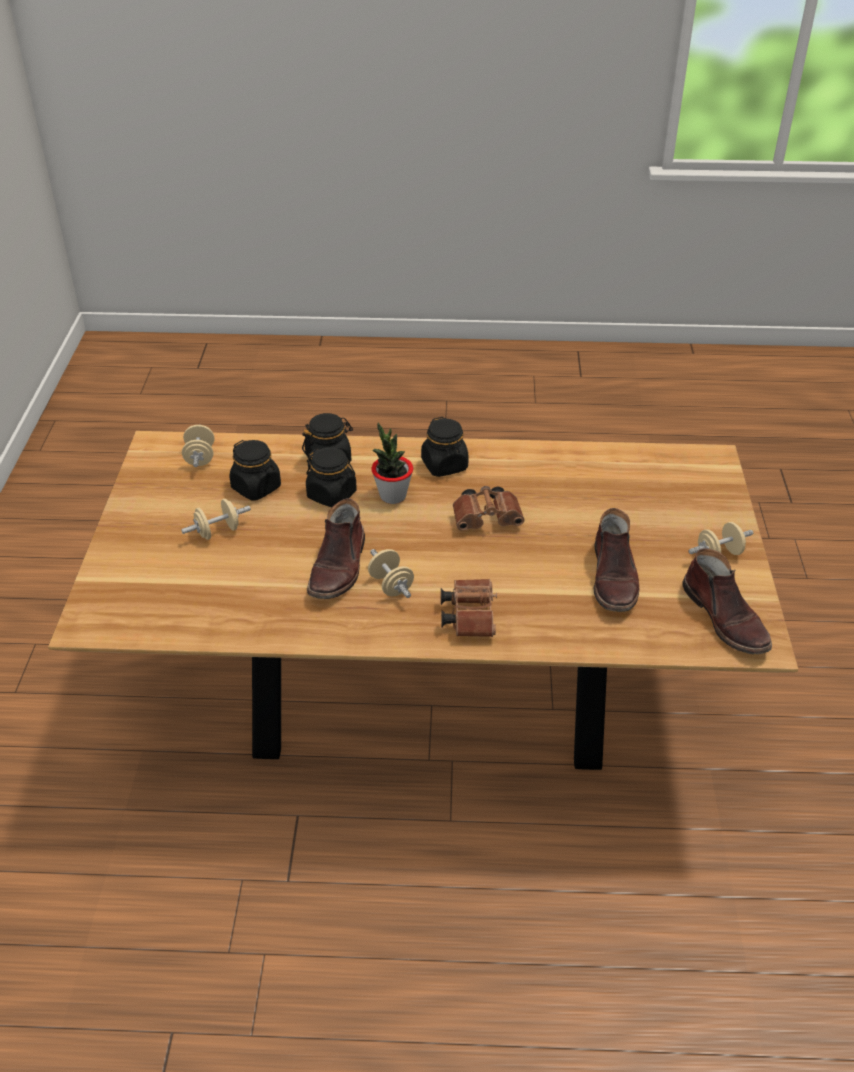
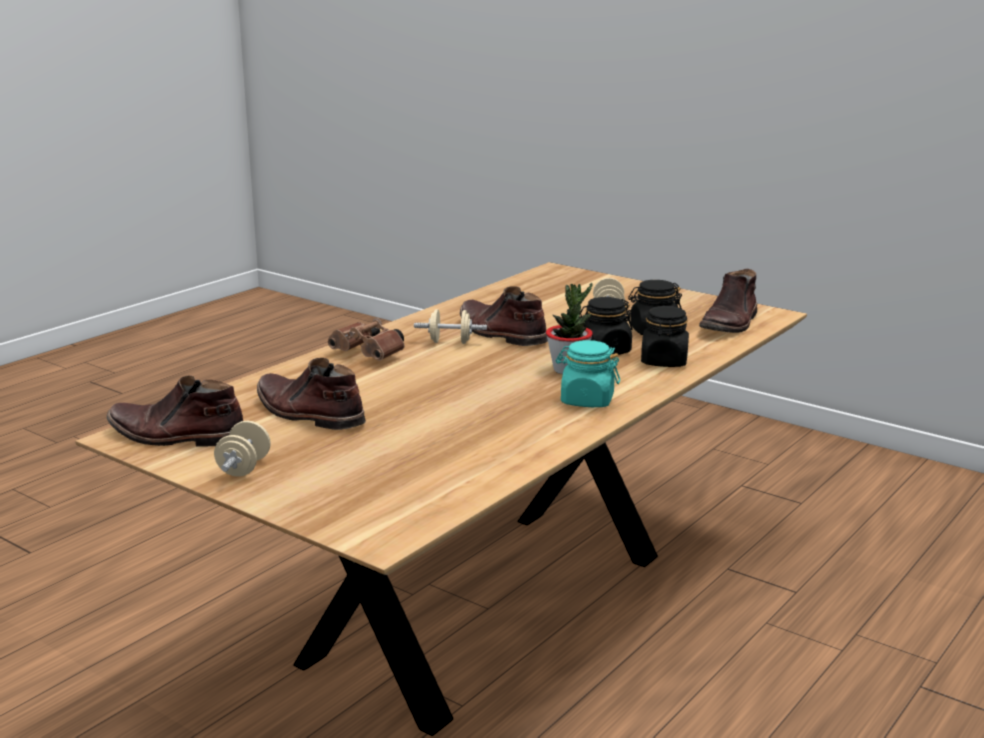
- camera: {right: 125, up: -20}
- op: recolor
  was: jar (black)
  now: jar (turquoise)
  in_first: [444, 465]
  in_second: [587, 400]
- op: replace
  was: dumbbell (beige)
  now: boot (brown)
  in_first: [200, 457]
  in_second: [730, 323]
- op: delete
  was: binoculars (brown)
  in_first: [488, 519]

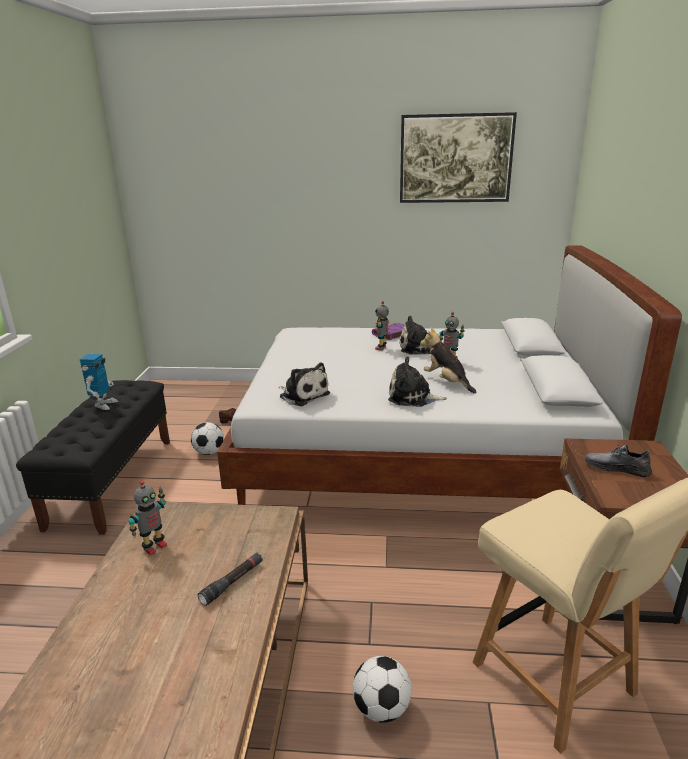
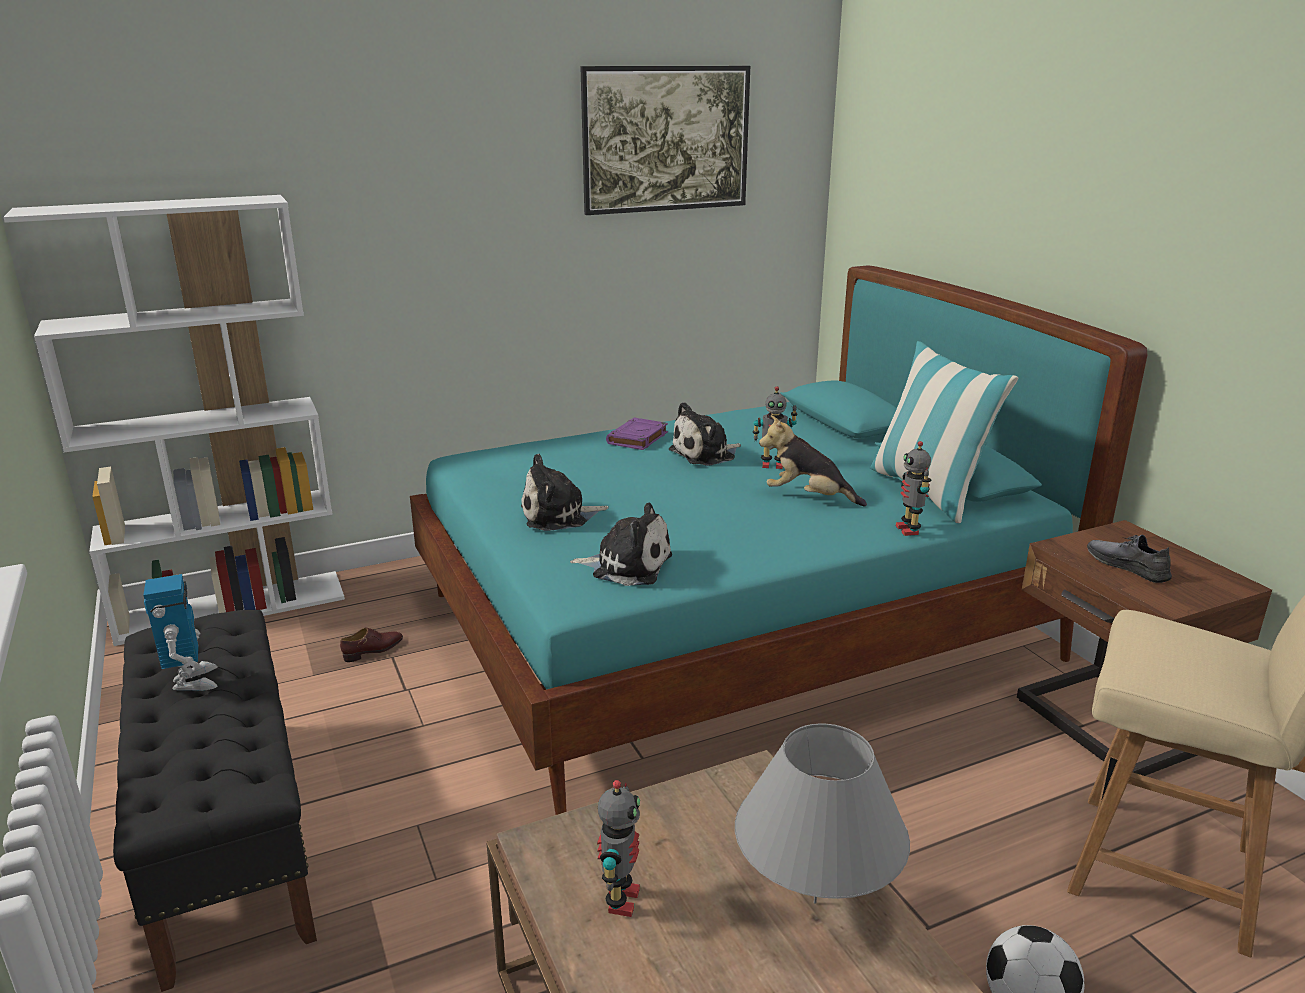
- camera: {right: -30, up: 0}
- op: insert
  now: bookcase (white)
  in_second: [233, 607]
- op: recolor
  was: bed (white)
  now: bed (turquoise)
  in_first: [418, 456]
  in_second: [733, 629]
- op: move
  was: plush toy
  in_first: [412, 397]
  in_second: [559, 516]
- op: replace
  was: flashlight (black)
  now: table lamp (grey)
  in_first: [232, 582]
  in_second: [815, 902]
- op: insert
  now: pillow
  in_second: [928, 492]
- op: move
  was: toy robot
  in_first: [381, 348]
  in_second: [909, 530]
- op: rotate
  was: shoe (grey)
  in_first: [616, 468]
  in_second: [1127, 566]
  clockwise: 60
- op: delete
  was: football
  in_first: [209, 452]

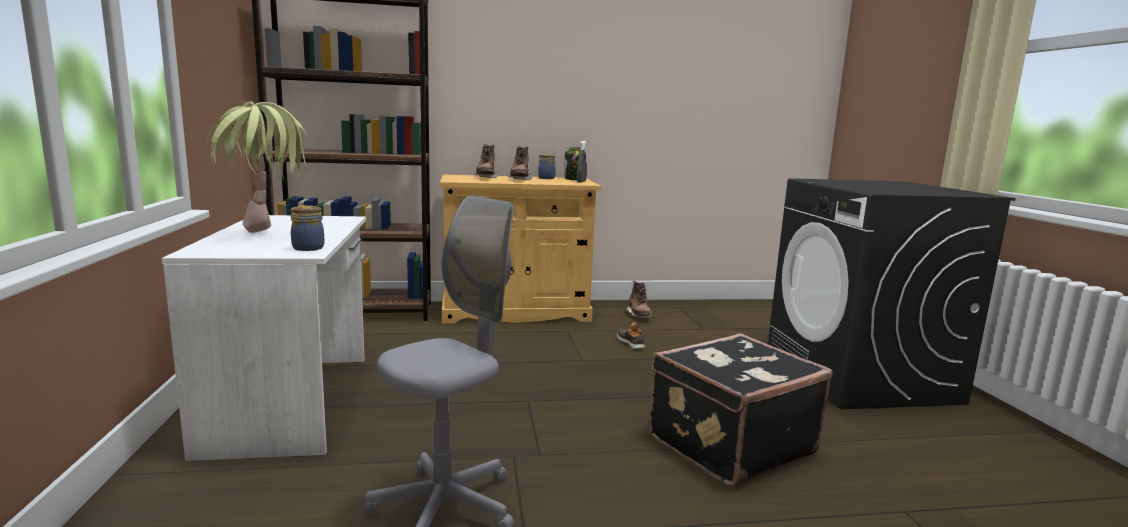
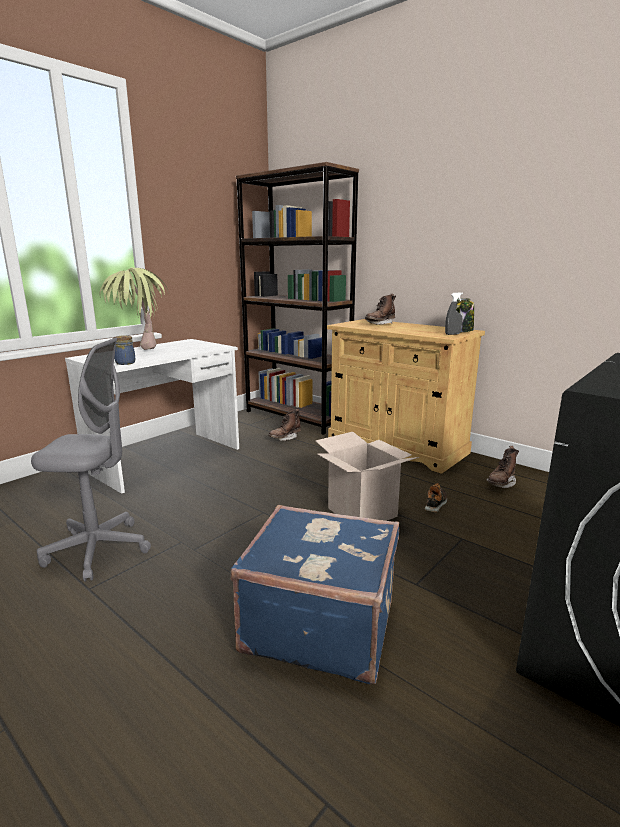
- camera: {right: 50, up: 5}
- op: recolor
  was: suitcase (black)
  now: suitcase (blue)
  in_first: [728, 443]
  in_second: [320, 623]
- op: move
  was: boot (brown)
  in_first: [519, 180]
  in_second: [285, 438]
- op: insert
  now: cardboard box
  in_second: [362, 512]
- op: delete
  was: jar
  in_first: [546, 178]

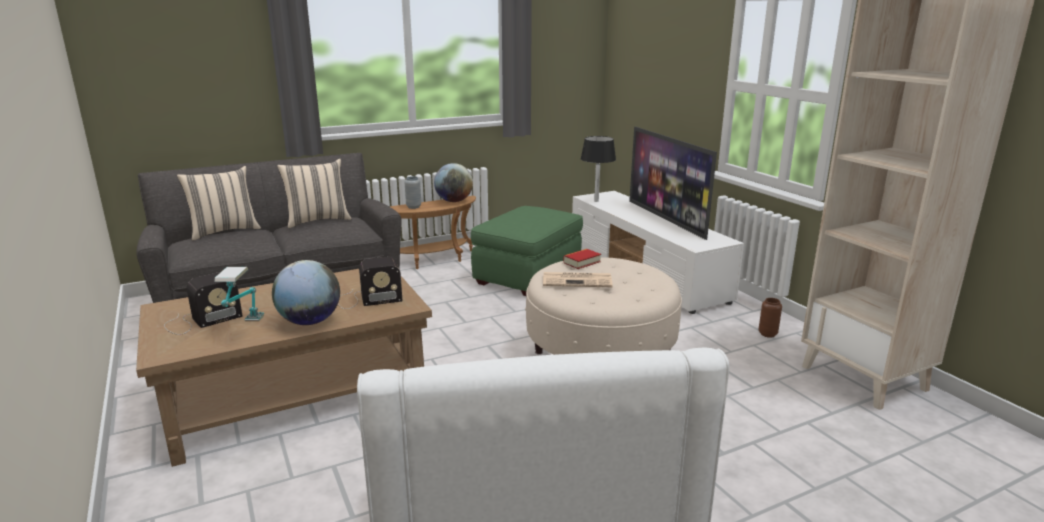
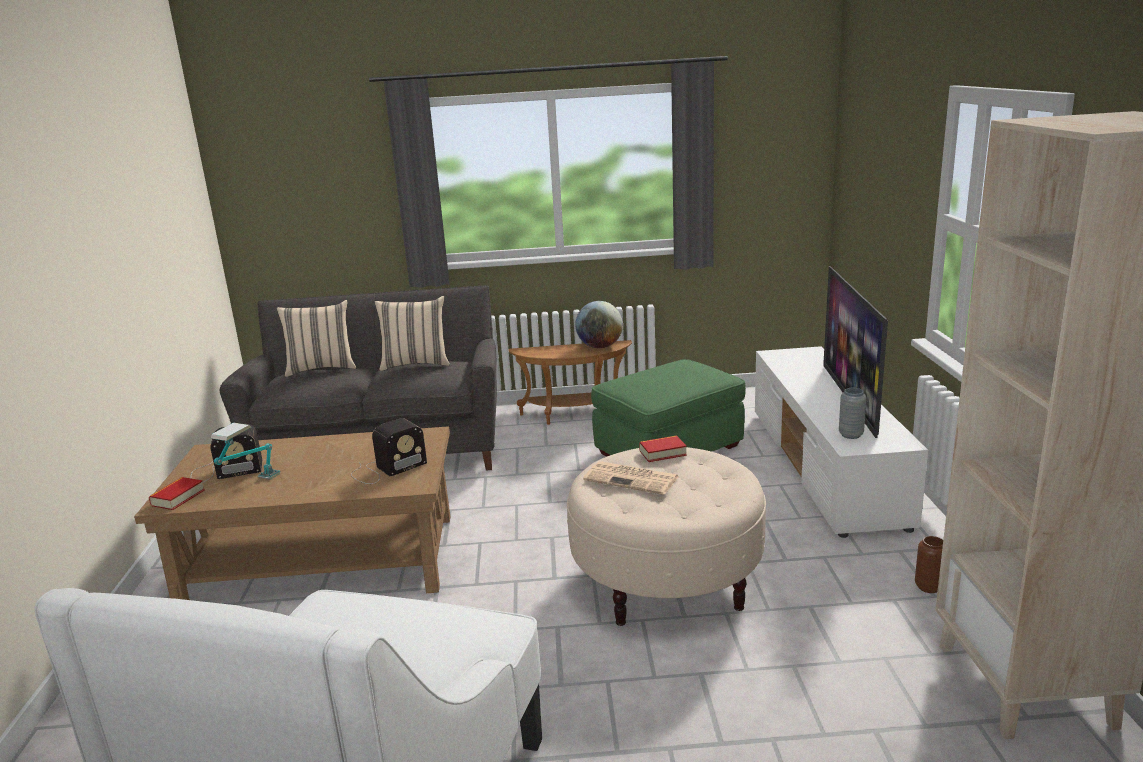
- camera: {right: 25, up: 0}
- op: insert
  now: book
  in_second: [178, 498]
- op: rotate
  was: radio
  in_first: [367, 299]
  in_second: [386, 469]
  clockwise: -45
- op: move
  was: vase (grey)
  in_first: [413, 207]
  in_second: [851, 435]
- op: delete
  was: globe
  in_first: [309, 322]
- op: delete
  was: table lamp (black)
  in_first: [596, 201]

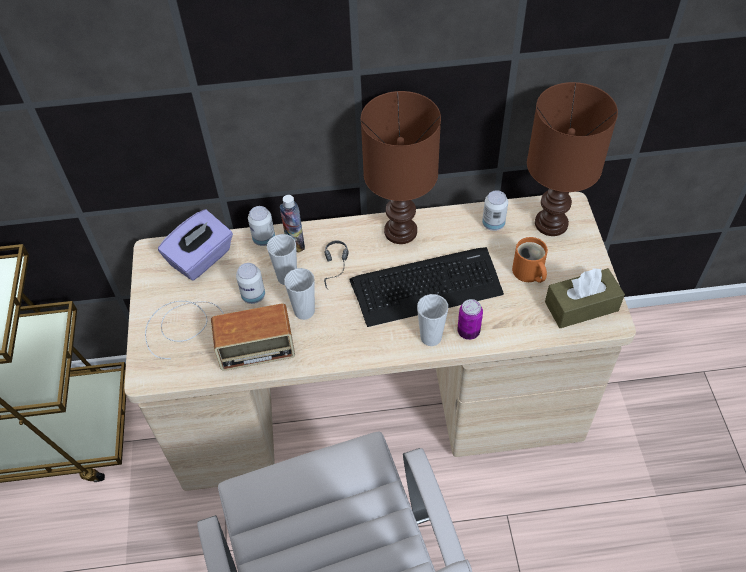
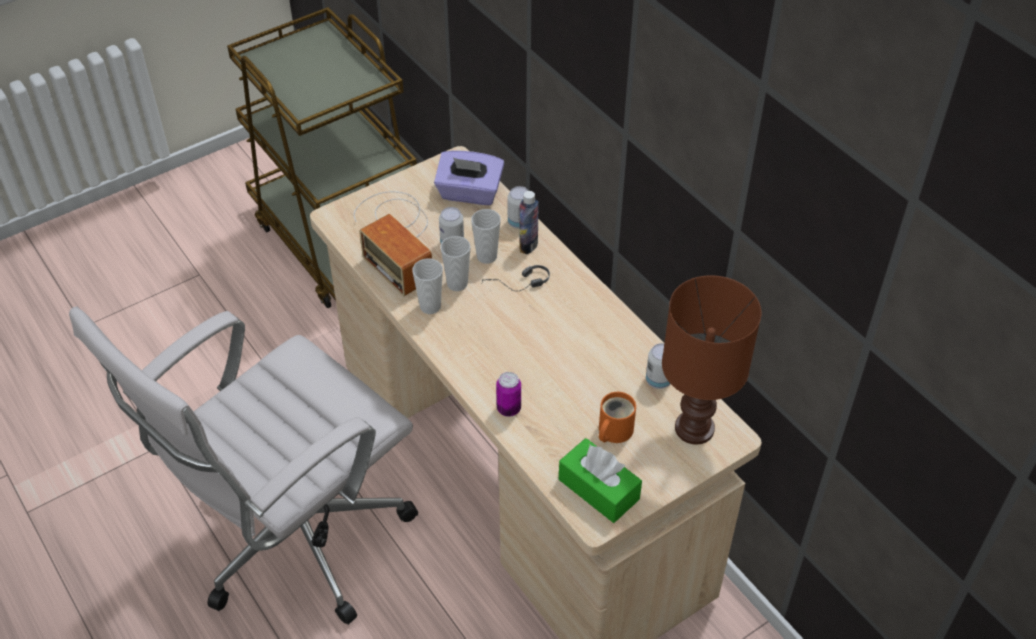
- camera: {right: 60, up: -5}
- op: move
  was: cup
  in_first: [431, 337]
  in_second: [430, 306]
- op: recolor
  was: tissue box (brown)
  now: tissue box (green)
  in_first: [581, 306]
  in_second: [598, 489]
- op: delete
  was: keyboard
  in_first: [427, 286]
- op: delete
  was: table lamp (brown)
  in_first: [402, 232]

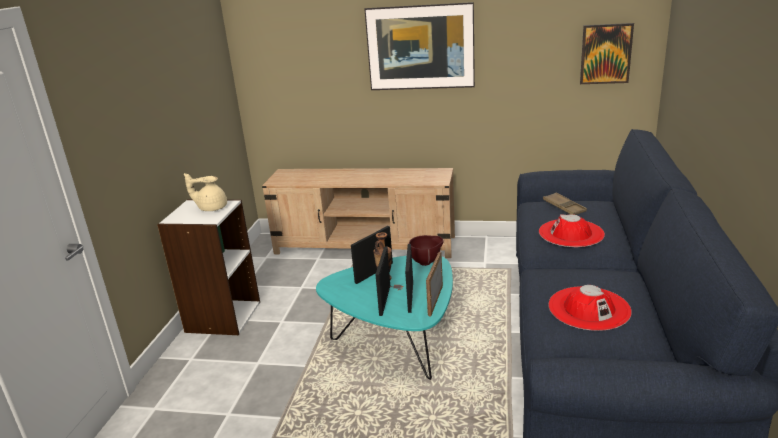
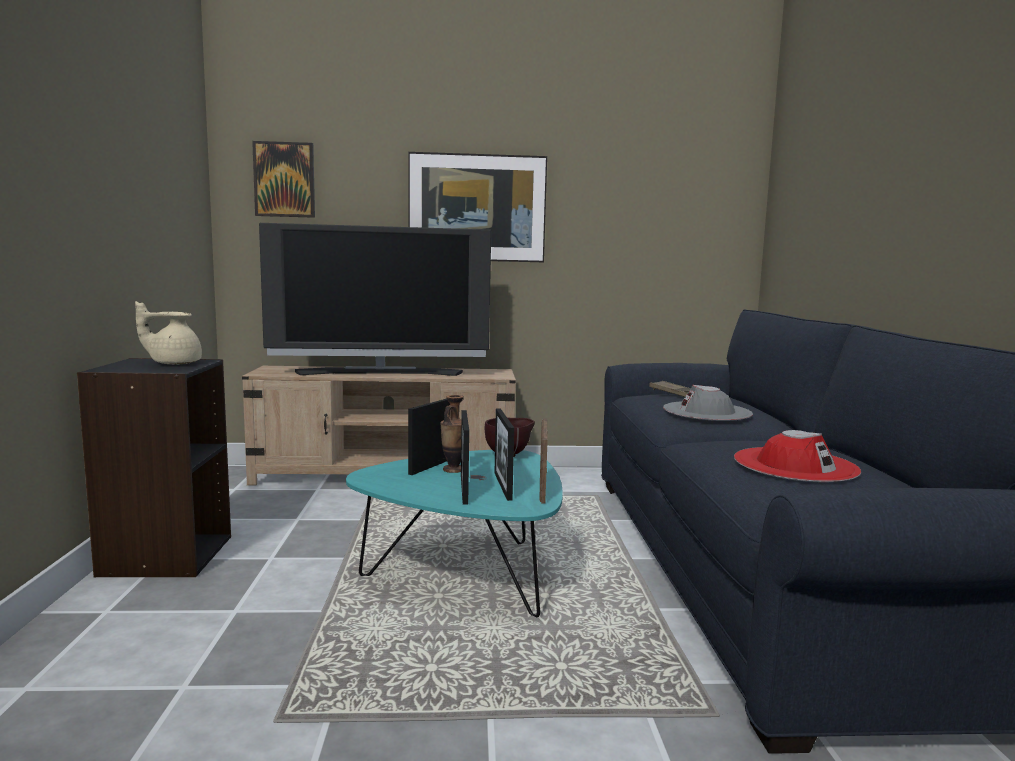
- camera: {right: -15, up: -15}
- op: recolor
  was: bookcase (white)
  now: bookcase (black)
  in_first: [222, 317]
  in_second: [165, 555]
- op: move
  was: picture
  in_first: [605, 54]
  in_second: [284, 180]
- op: insert
  now: television
  in_second: [380, 373]
- op: recolor
  was: hat (red)
  now: hat (grey)
  in_first: [571, 233]
  in_second: [707, 411]

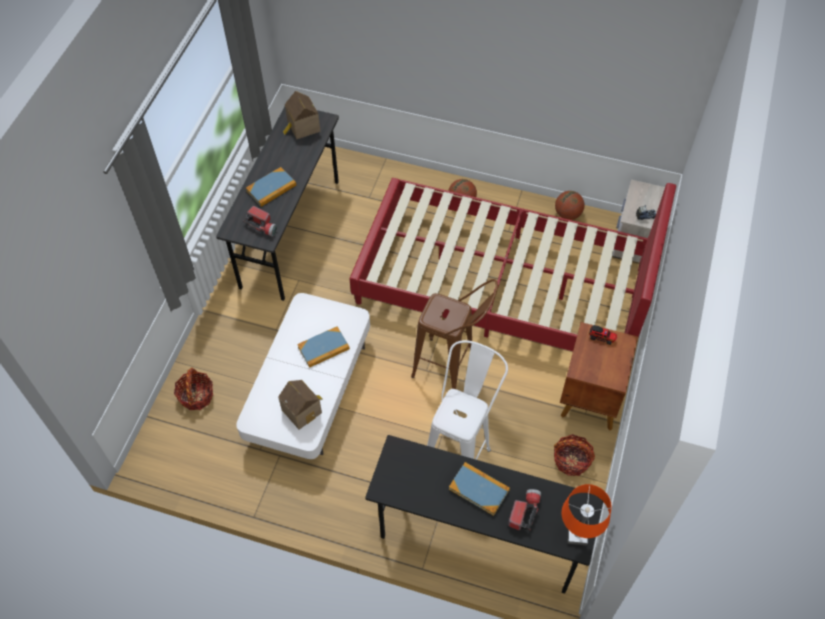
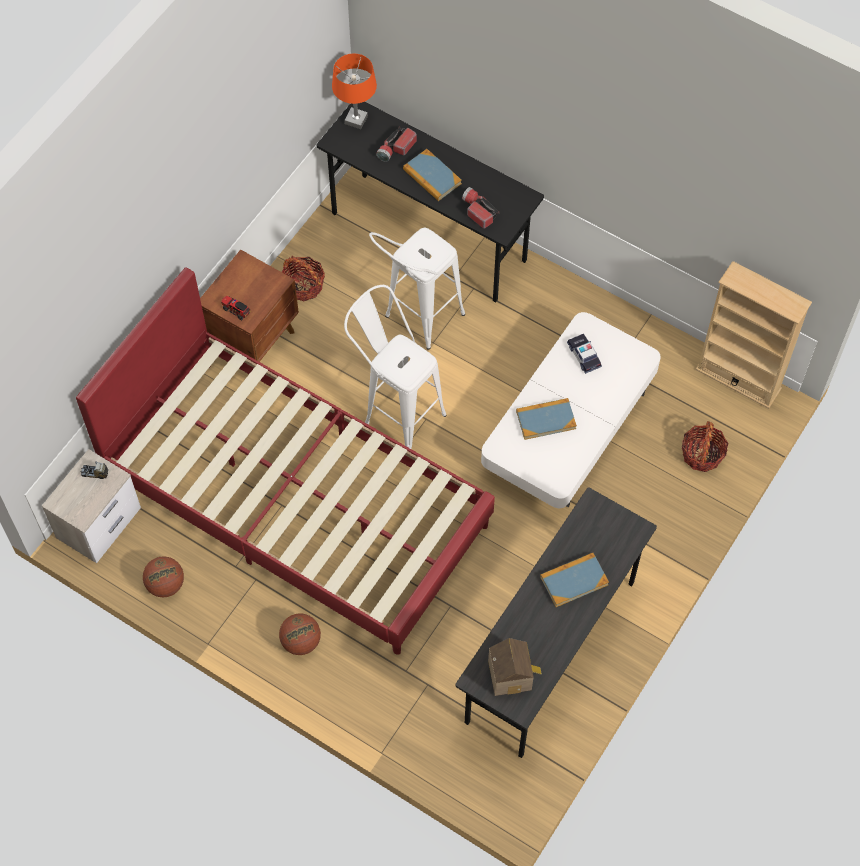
- camera: {right: -165, up: 5}
- op: recolor
  was: stool (brown)
  now: stool (white)
  in_first: [452, 369]
  in_second: [395, 413]
- op: move
  was: flashlight
  in_first: [262, 225]
  in_second: [477, 211]
- op: replace
  was: toy house
  now: toy car
  in_first: [303, 410]
  in_second: [584, 355]
- op: insert
  now: bookcase (beige)
  in_second: [738, 379]

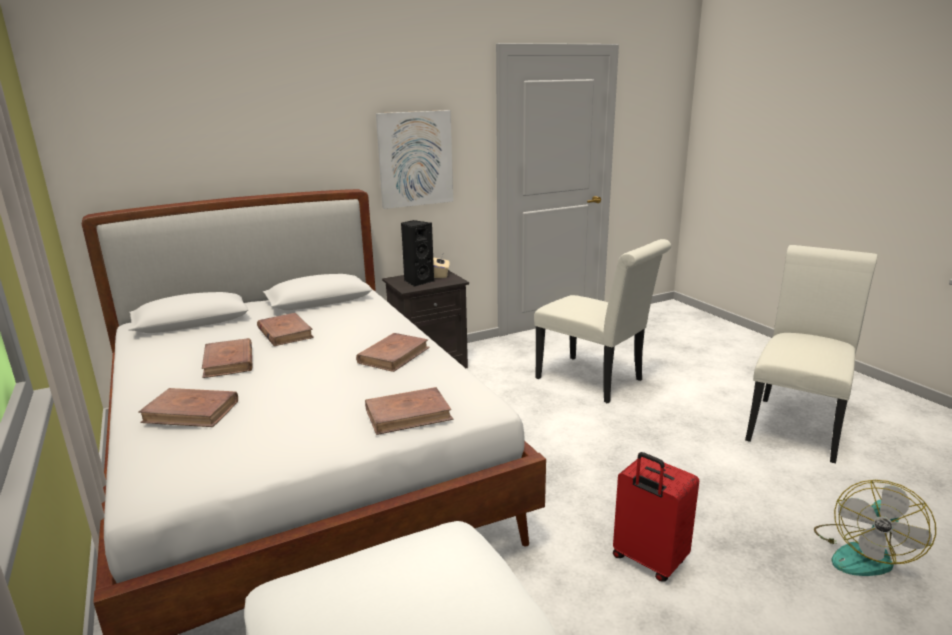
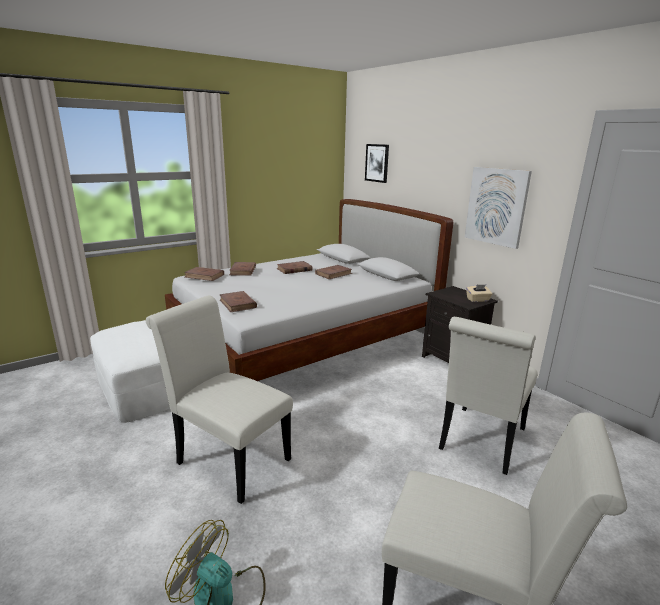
- camera: {right: 80, up: 0}
- op: replace
  was: suitcase (red)
  now: chair (white)
  in_first: [648, 561]
  in_second: [228, 458]
- op: move
  was: book (brown)
  in_first: [394, 355]
  in_second: [204, 276]
- op: insert
  now: picture
  in_second: [377, 163]
- op: delete
  was: speaker (black)
  in_first: [418, 281]

